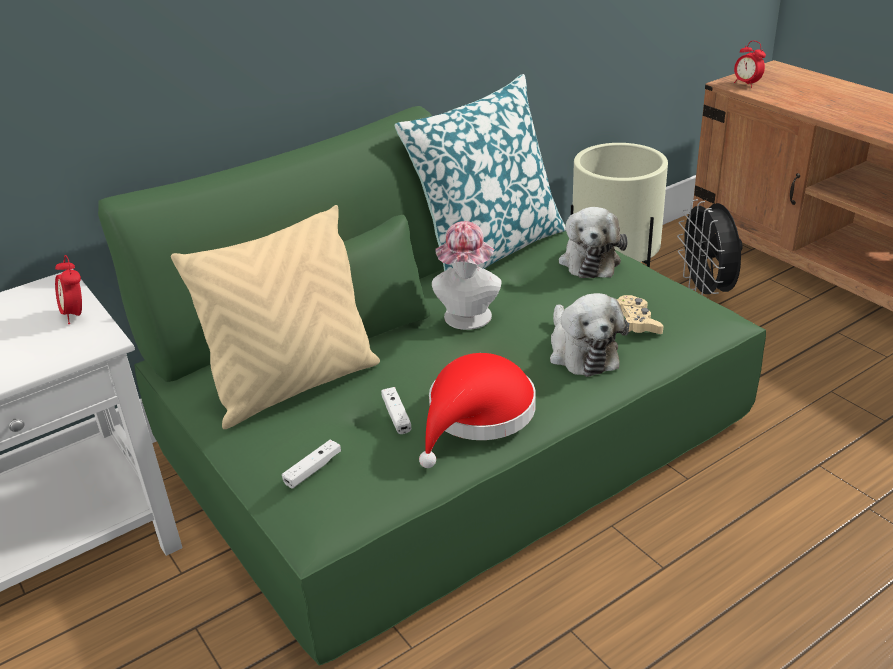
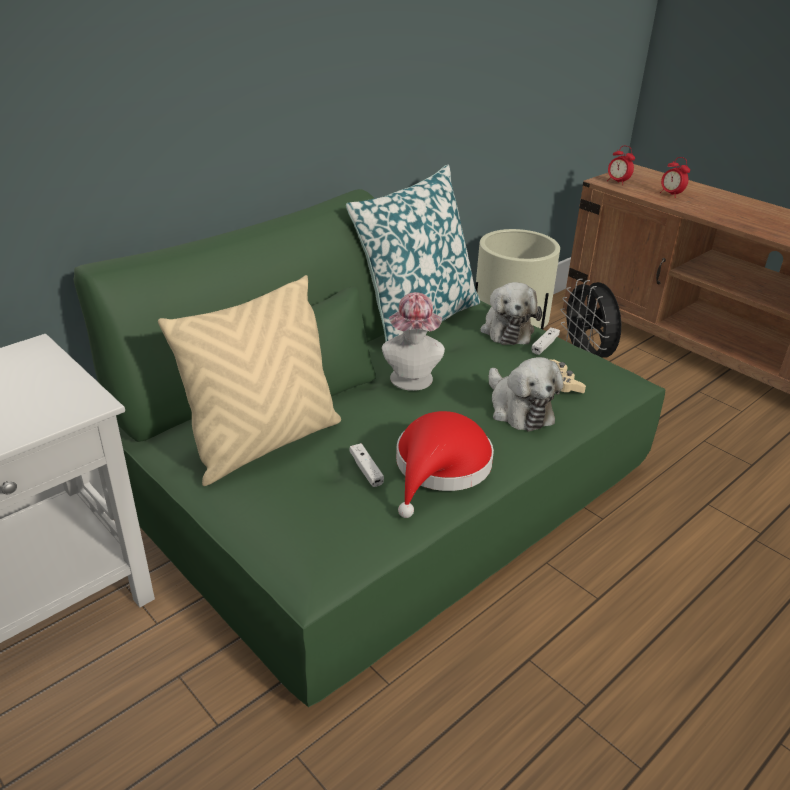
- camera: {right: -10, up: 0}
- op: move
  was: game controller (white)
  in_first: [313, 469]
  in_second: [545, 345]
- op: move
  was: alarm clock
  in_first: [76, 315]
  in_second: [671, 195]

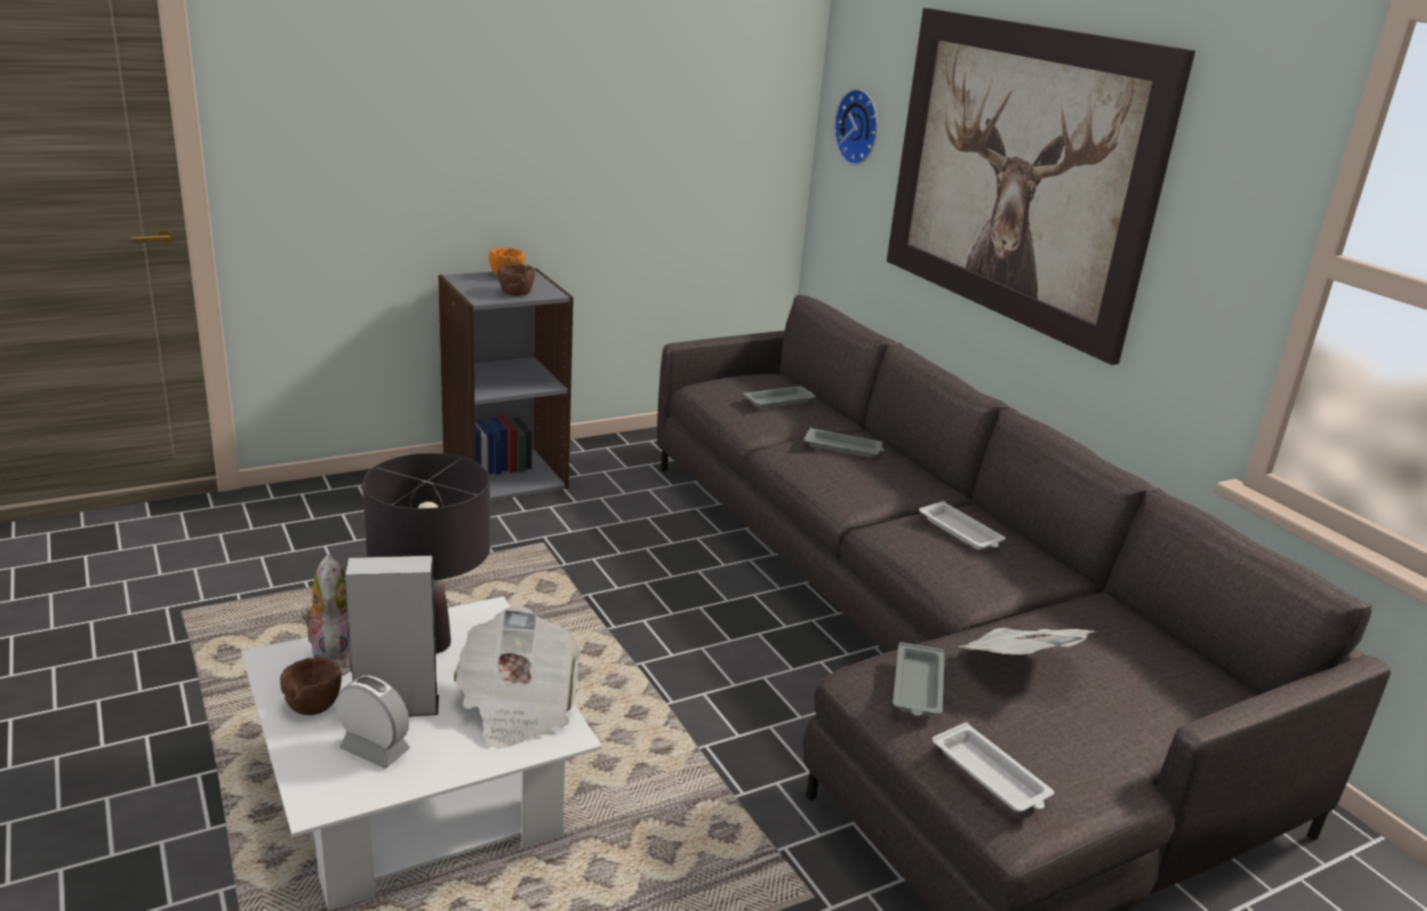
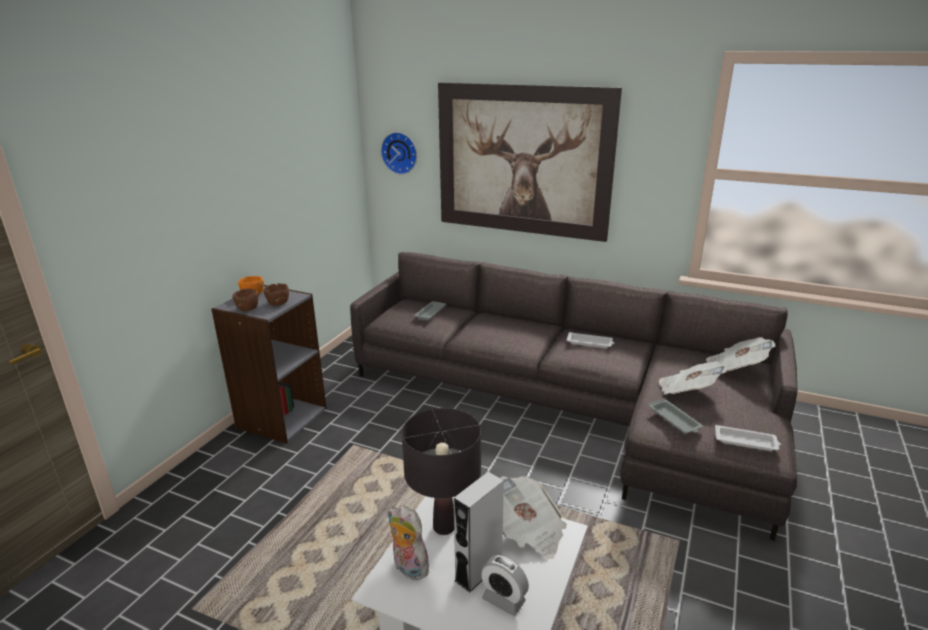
- camera: {right: -35, up: 0}
- op: move
  was: bowl (brown)
  in_first: [313, 704]
  in_second: [247, 308]
- op: rotate
  was: alarm clock
  in_first: [375, 749]
  in_second: [503, 600]
  clockwise: -135
- op: insert
  now: newspaper
  in_second: [736, 368]
- op: delete
  was: tray (grey)
  in_first: [844, 448]

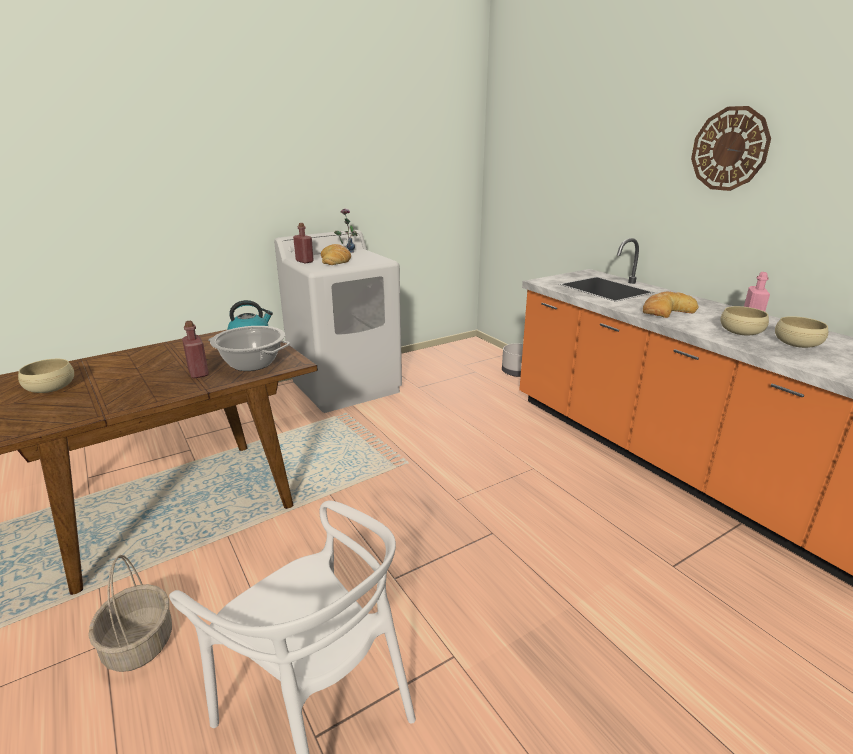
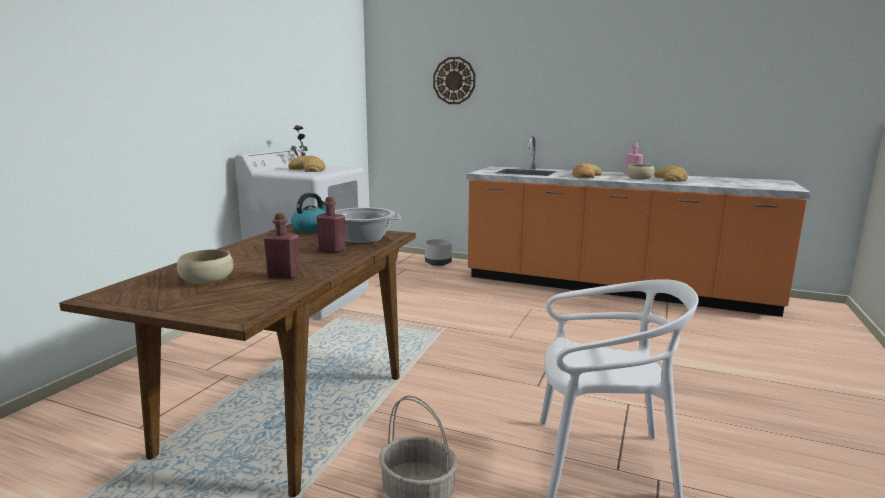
- camera: {right: -35, up: -10}
- op: move
  was: bottle (red)
  in_first: [304, 261]
  in_second: [283, 276]
- op: move
  was: wall clock
  in_first: [729, 149]
  in_second: [454, 80]
- op: replace
  was: bowl (beige)
  now: bread
  in_first: [797, 343]
  in_second: [671, 179]

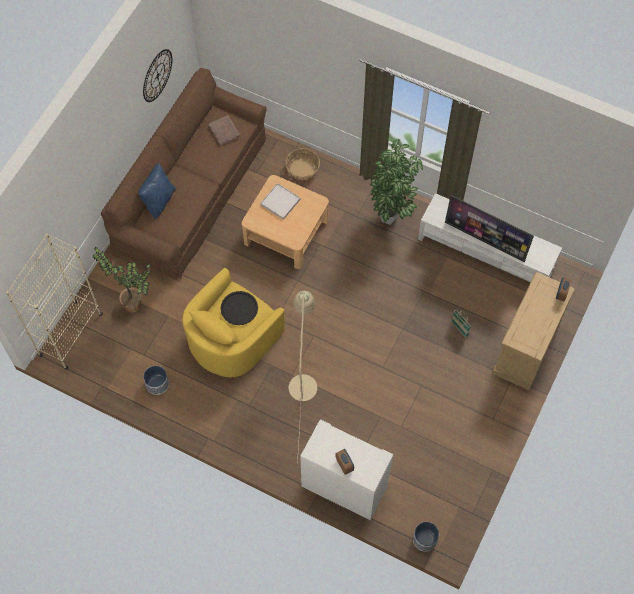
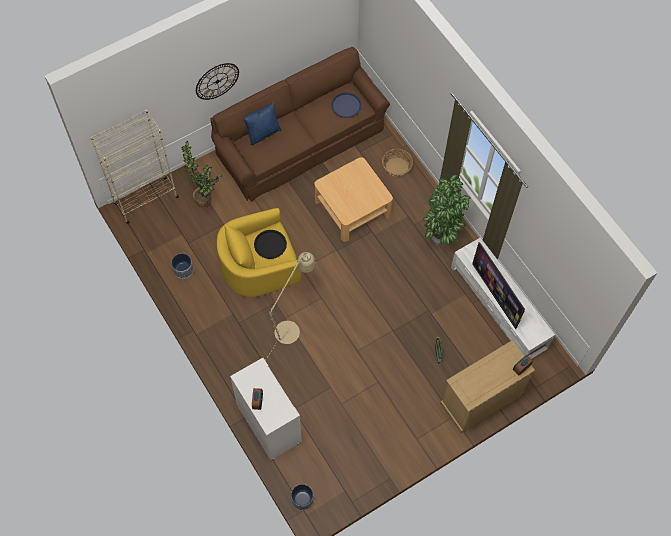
- camera: {right: 30, up: 0}
- op: move
  was: wall clock
  in_first: [157, 75]
  in_second: [217, 81]
- op: replace
  was: book (brown)
  now: tray (blue)
  in_first: [224, 131]
  in_second: [346, 105]
- op: delete
  was: tray (white)
  in_first: [280, 202]

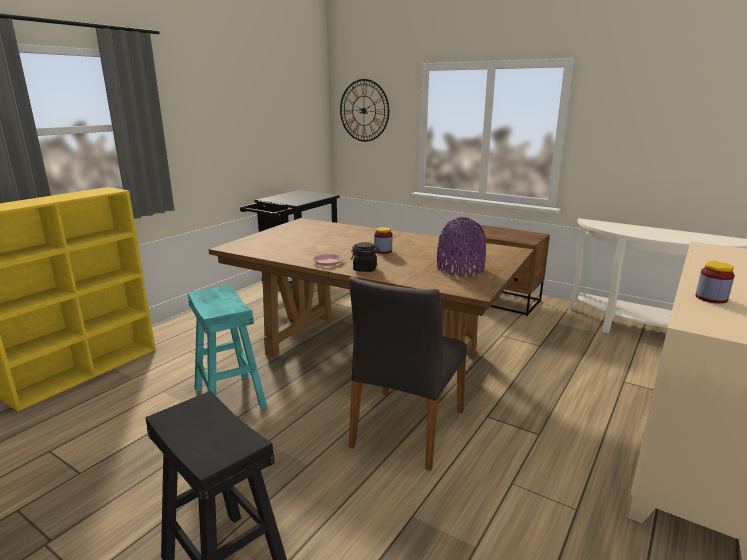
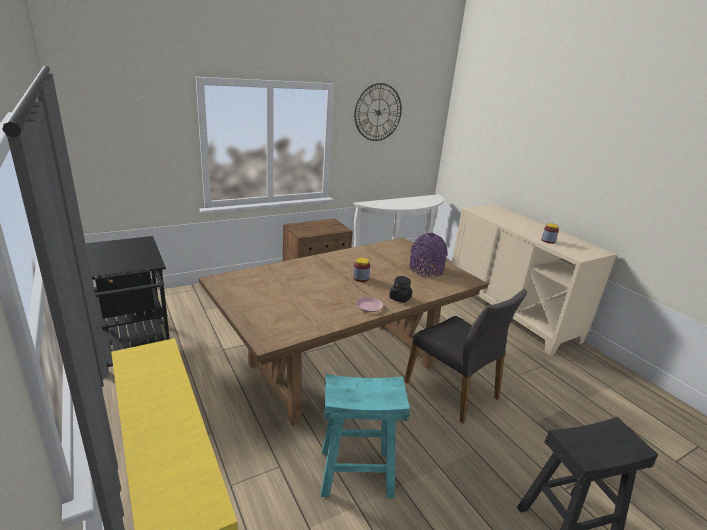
- camera: {right: -65, up: 5}
- op: move
  was: wall clock
  in_first: [364, 110]
  in_second: [378, 112]

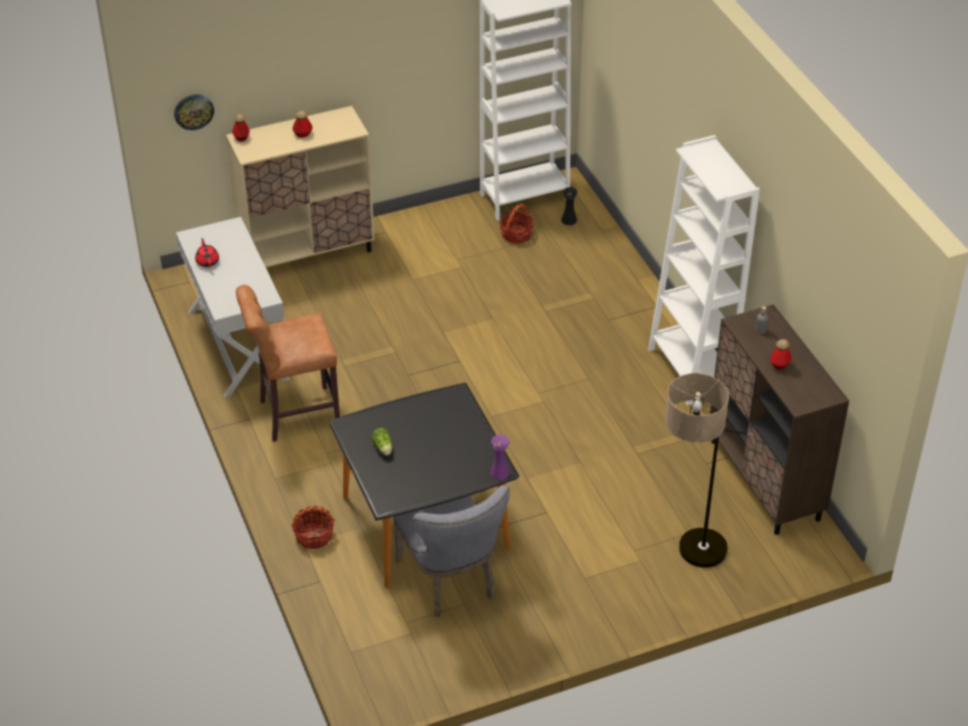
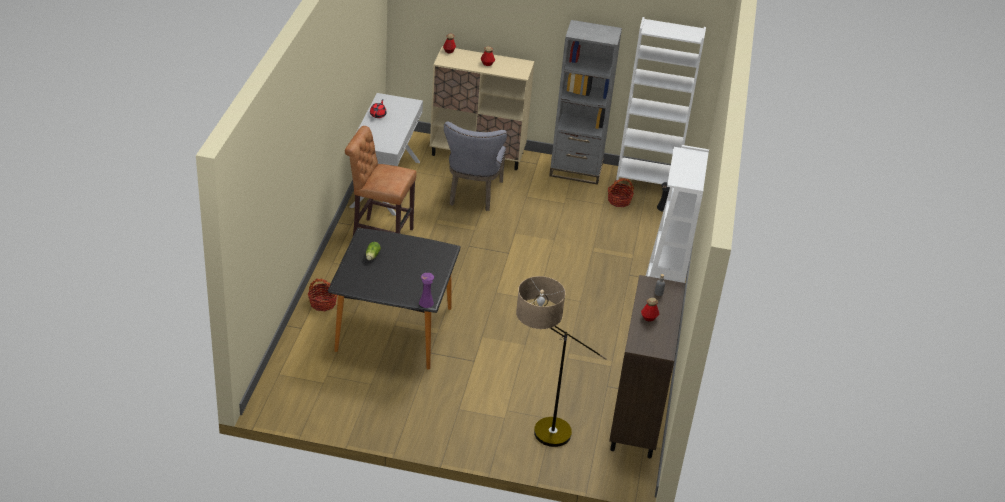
- camera: {right: 30, up: -5}
- op: move
  was: chair (grey)
  in_first: [451, 582]
  in_second: [473, 195]
- op: insert
  now: bookcase (grey)
  in_second: [576, 171]
- op: delete
  was: wall clock
  in_first: [193, 111]

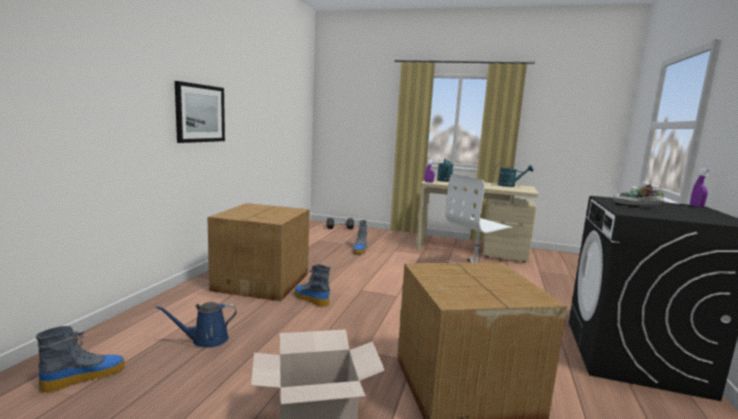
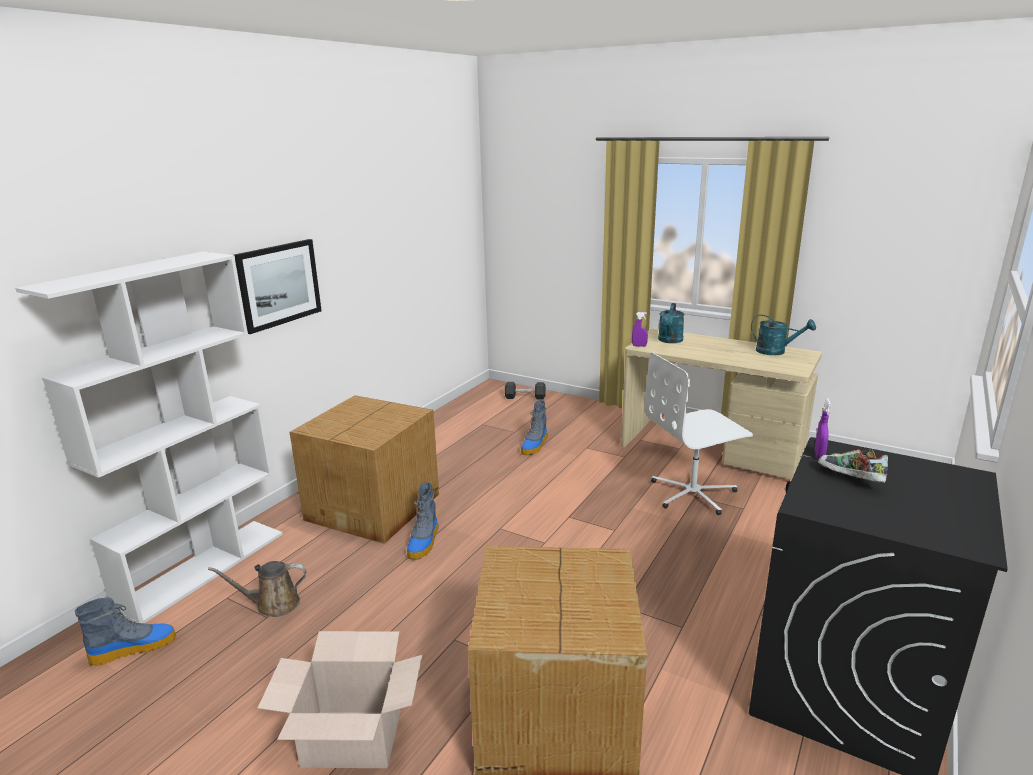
- camera: {right: 15, up: 10}
- op: insert
  now: bookcase (white)
  in_second: [203, 568]
- op: recolor
  was: watering can (blue)
  now: watering can (brown)
  in_first: [206, 340]
  in_second: [273, 604]
- op: rotate
  was: boot
  in_first: [310, 299]
  in_second: [424, 542]
  clockwise: -135
- op: move
  was: spray bottle (purple)
  in_first: [696, 206]
  in_second: [819, 455]

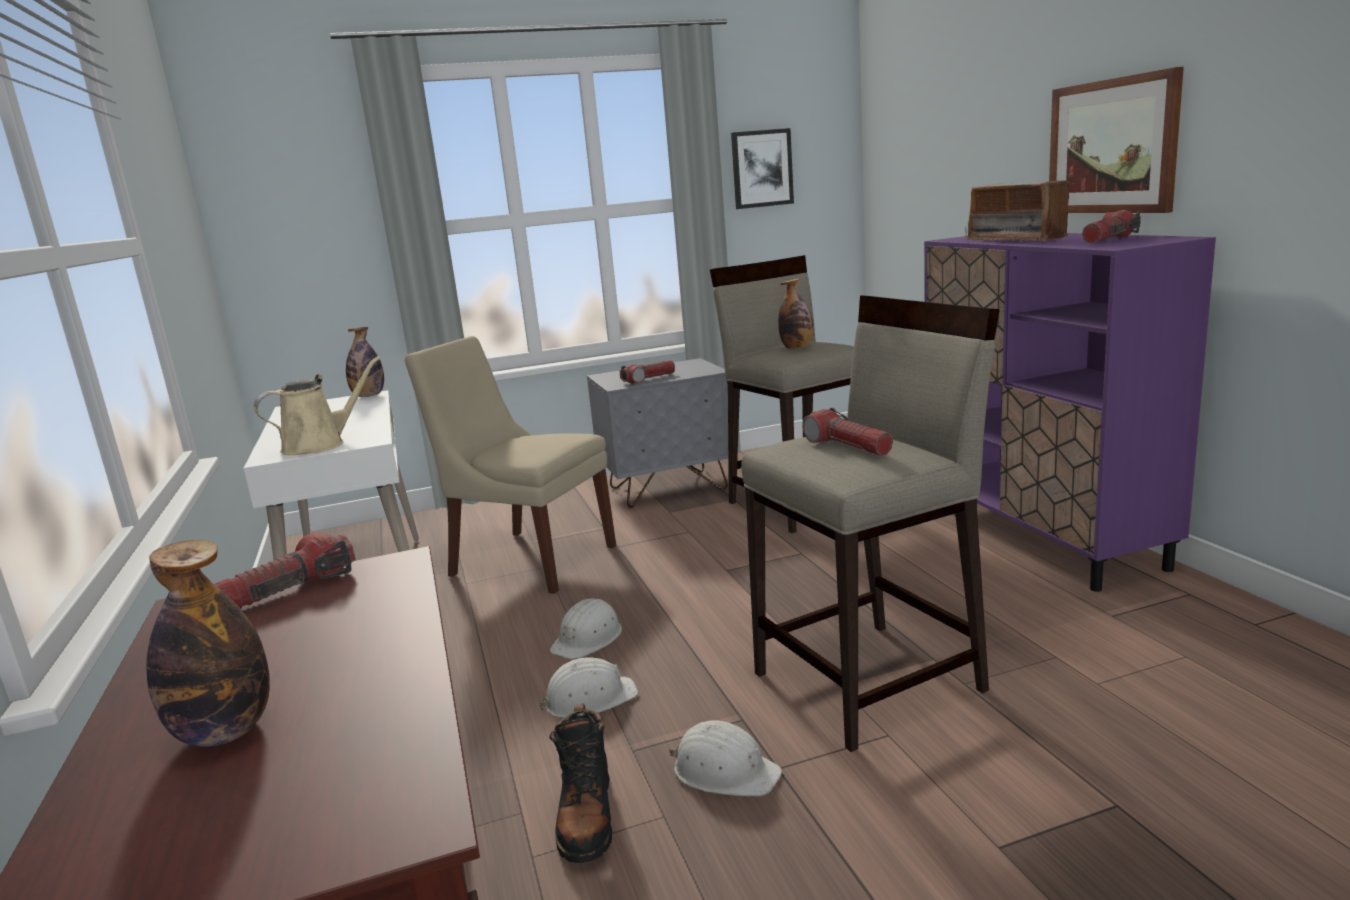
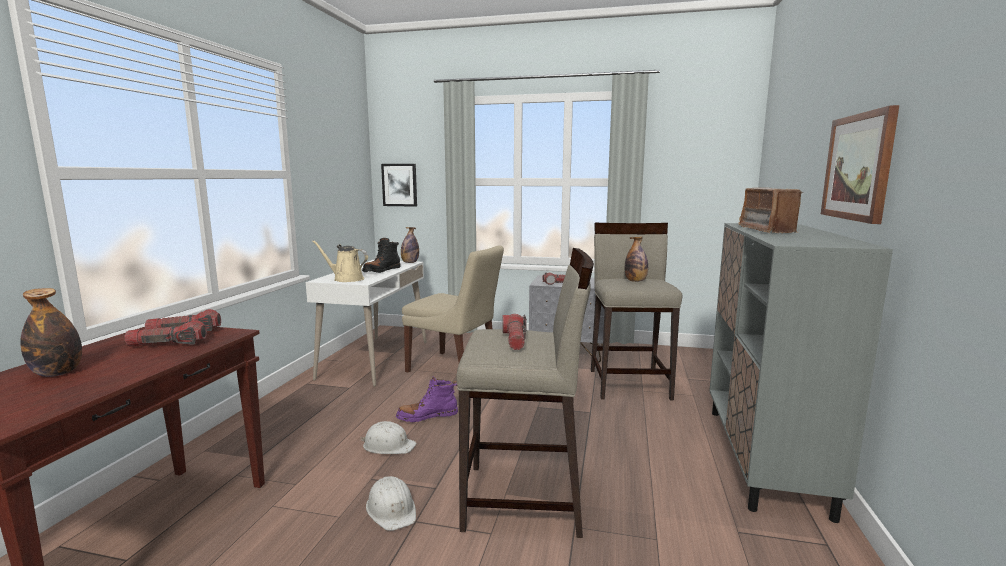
- camera: {right: 30, up: -5}
- op: move
  was: flashlight
  in_first: [1109, 239]
  in_second: [168, 344]
- op: rotate
  was: watering can (beige)
  in_first: [320, 445]
  in_second: [346, 279]
  clockwise: -150
- op: move
  was: boot (black)
  in_first: [586, 817]
  in_second: [382, 271]
- op: move
  was: picture
  in_first: [762, 168]
  in_second: [399, 185]
- op: replace
  was: hard hat (white)
  now: boot (purple)
  in_first: [588, 638]
  in_second: [427, 416]
- op: rotate
  was: chair (beige)
  in_first: [528, 560]
  in_second: [456, 368]
  clockwise: 150
- op: recolor
  was: cabinet (purple)
  now: cabinet (grey)
  in_first: [1041, 535]
  in_second: [764, 458]

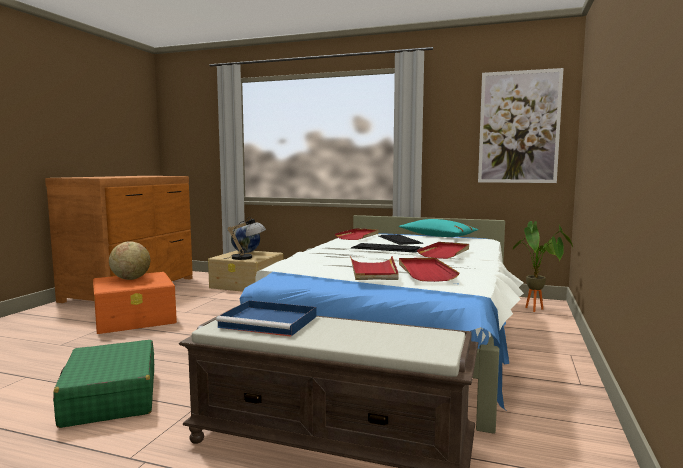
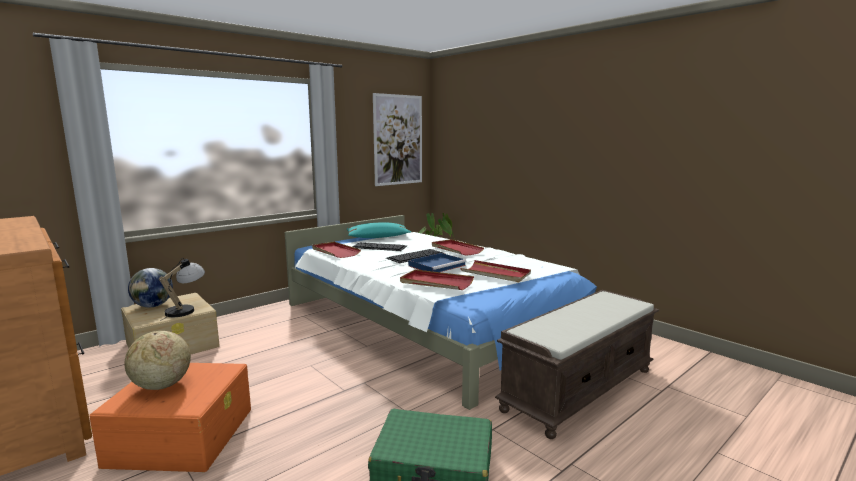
- camera: {right: -60, up: 5}
- op: move
  was: tray (red)
  in_first: [425, 272]
  in_second: [436, 282]
- op: move
  was: tray (blue)
  in_first: [270, 322]
  in_second: [437, 265]

